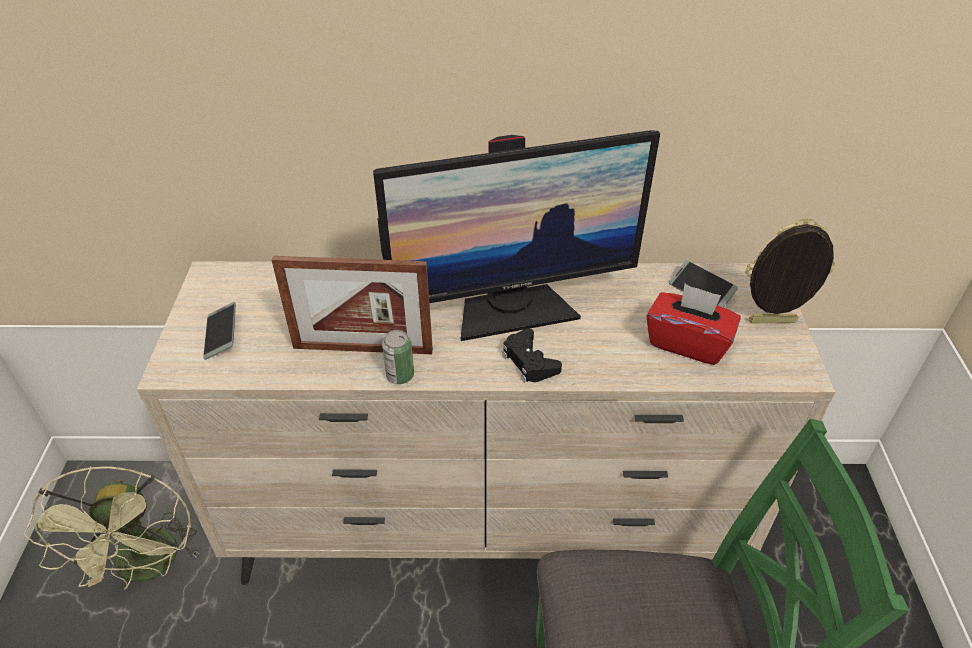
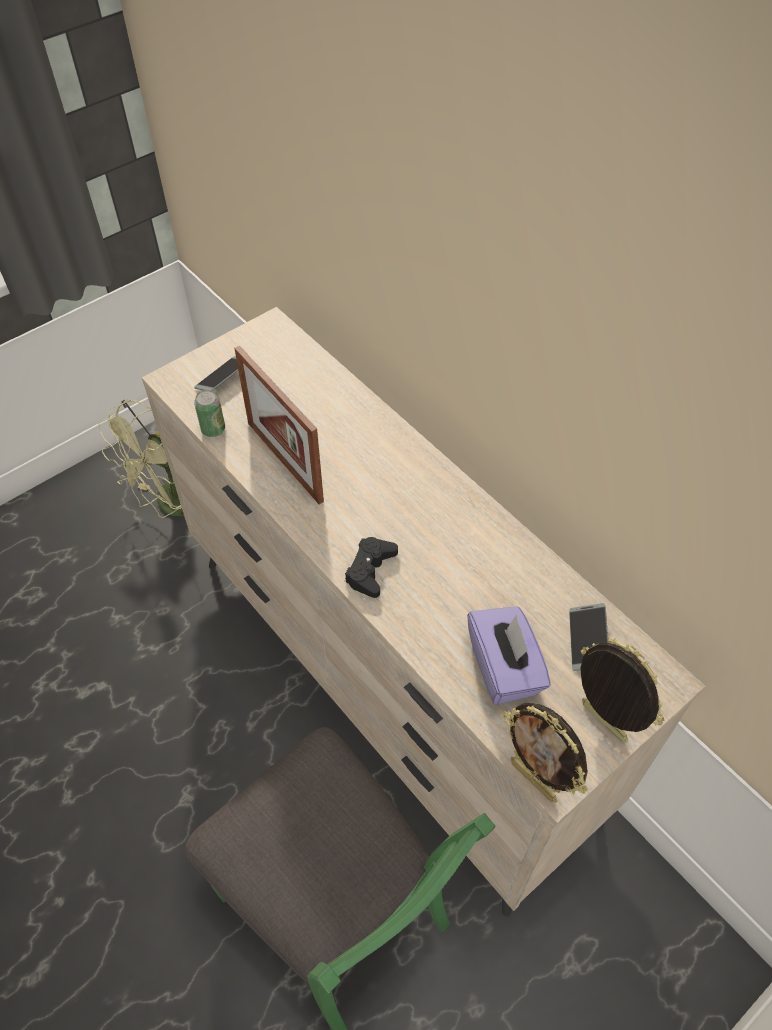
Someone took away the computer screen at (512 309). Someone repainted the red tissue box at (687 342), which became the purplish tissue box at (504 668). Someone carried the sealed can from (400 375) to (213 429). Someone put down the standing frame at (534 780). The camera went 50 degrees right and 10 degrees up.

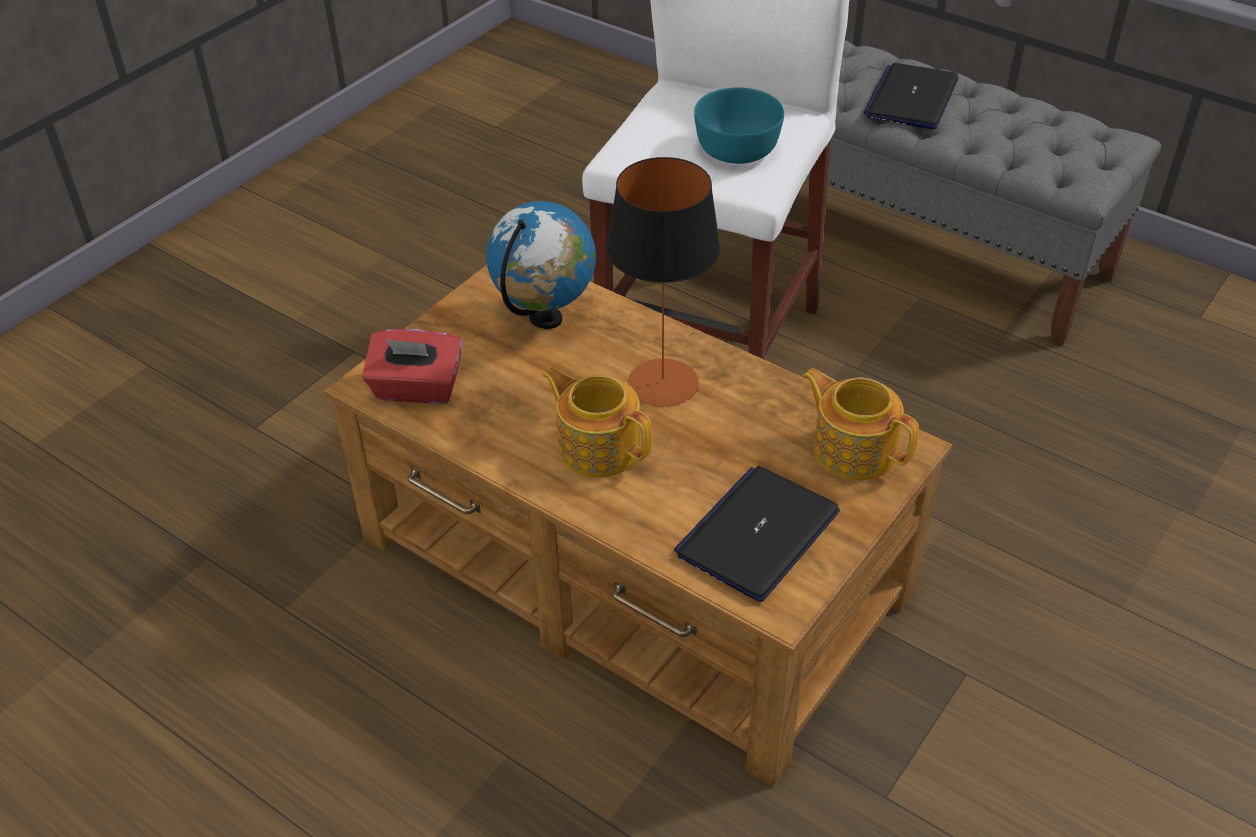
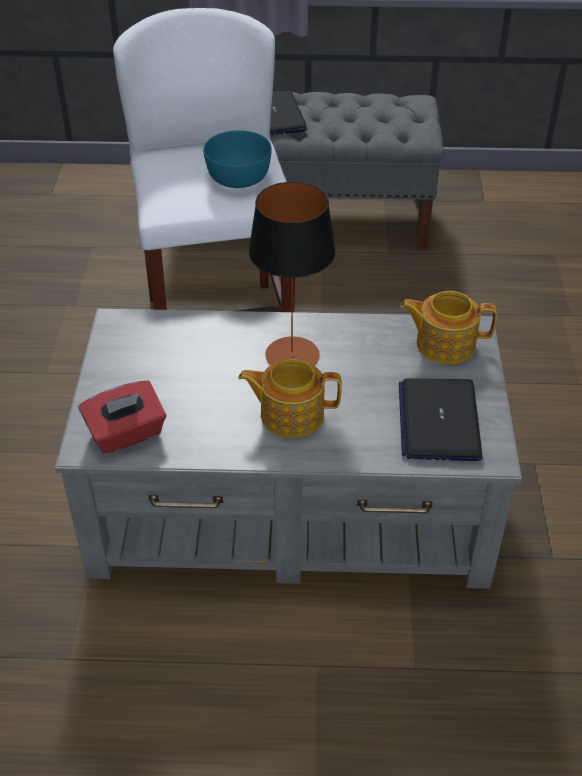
Someone took away the globe at (546 319). Someone repainted the brownish lounge table at (633 568), which became the gray lounge table at (292 501). The camera went 35 degrees left and 0 degrees up.

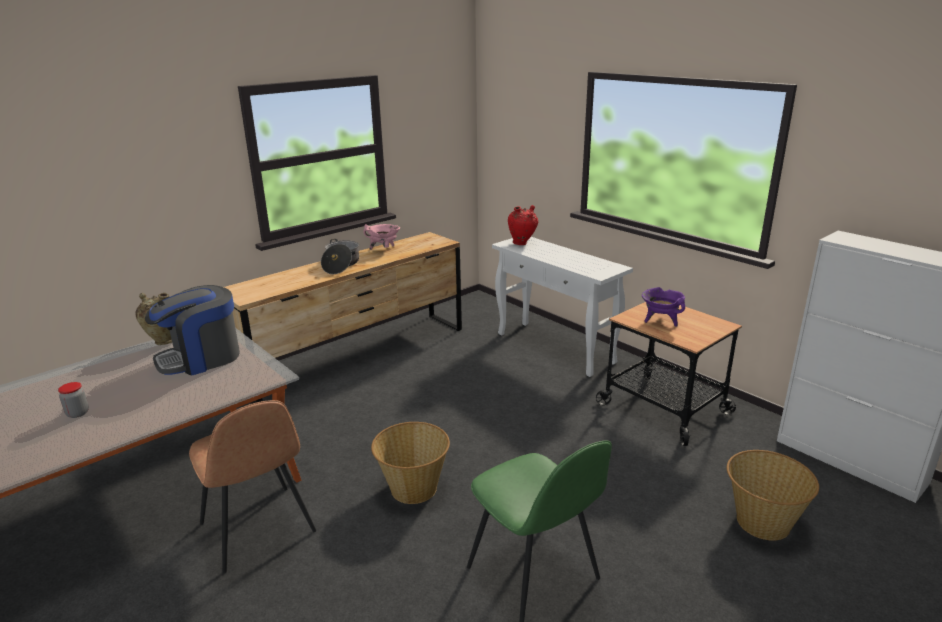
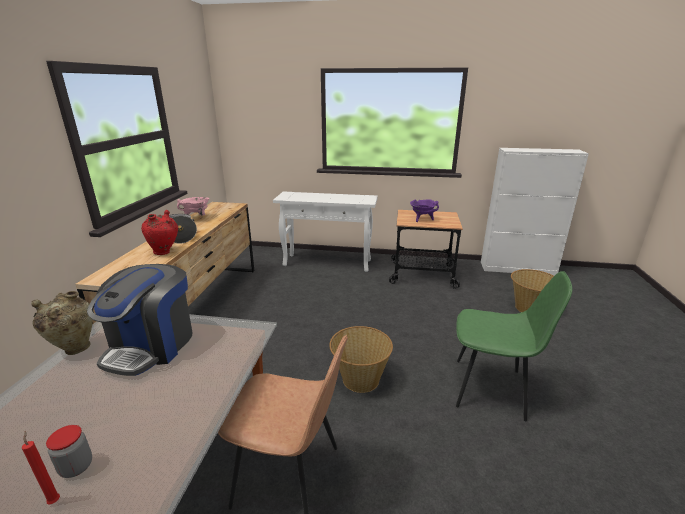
Someone carried the red vase from (522 243) to (164 252). Someone put down the red wax candle at (55 500). The camera went 40 degrees left and 0 degrees up.

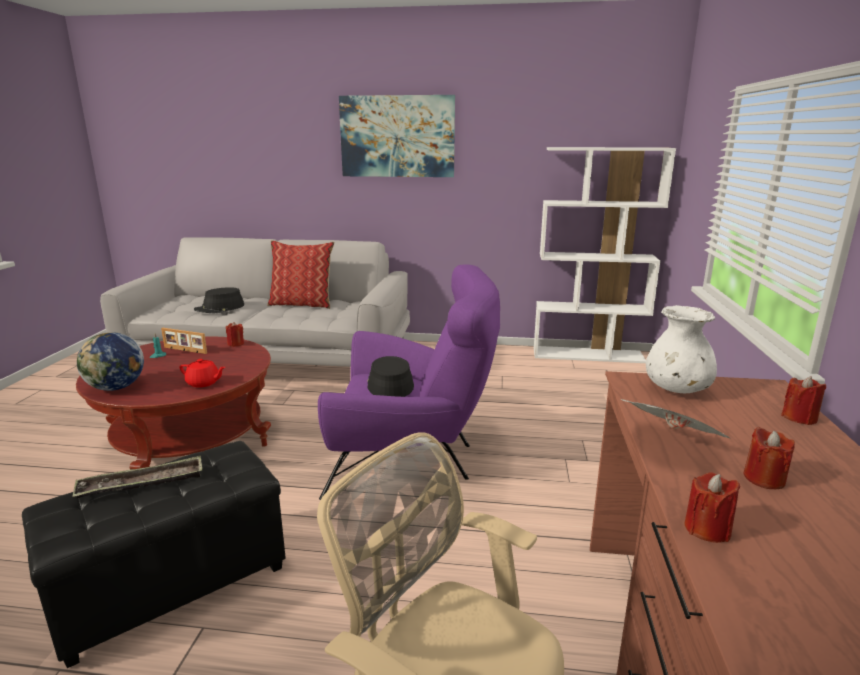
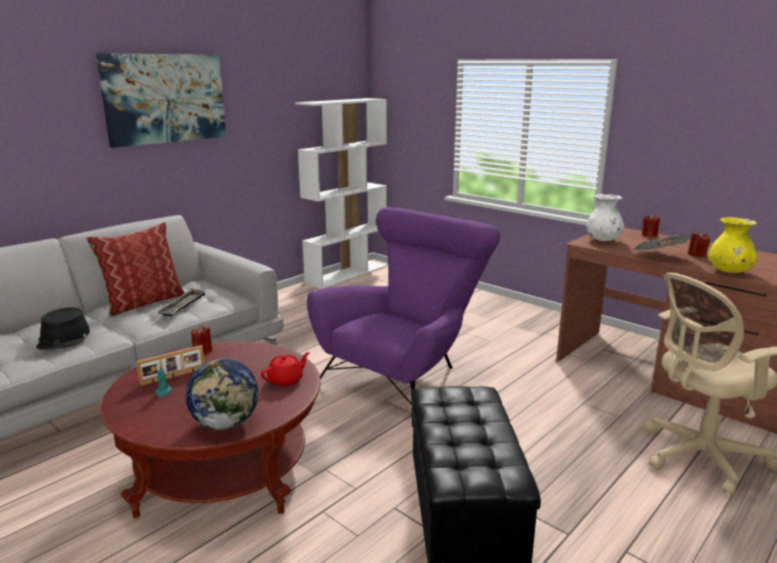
Someone took away the black clothing hat at (389 384). Someone carried the tray from (142 483) to (183 306). Someone swapped the red wax candle at (707 529) for the yellow vase at (729 272). The camera went 55 degrees left and 0 degrees up.

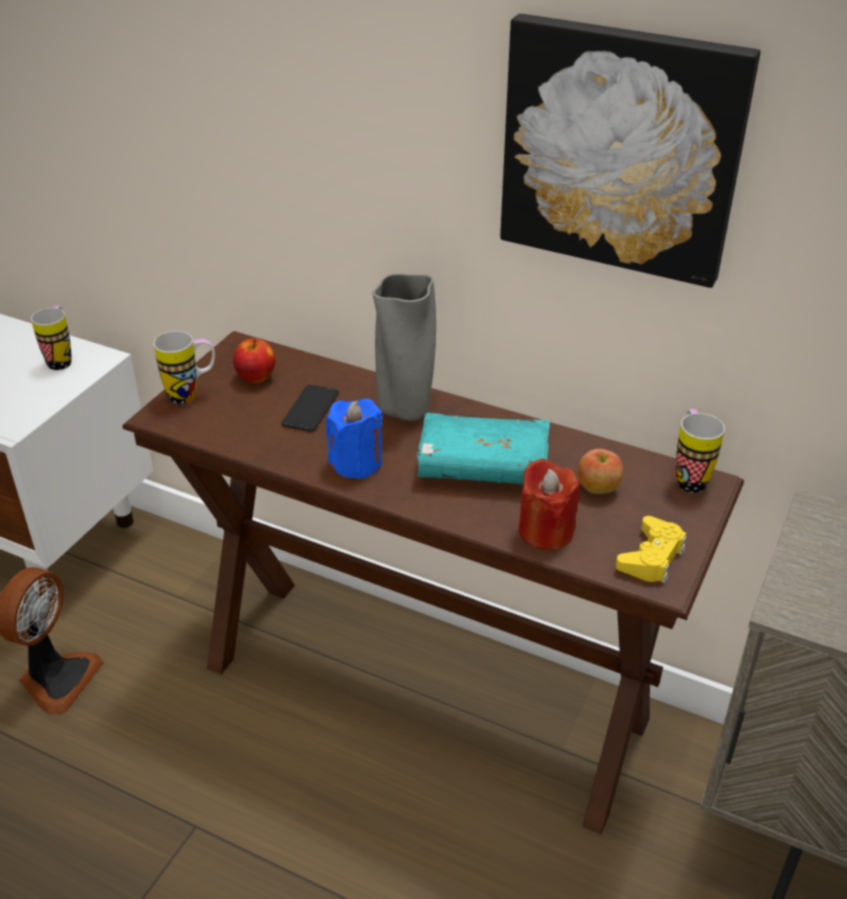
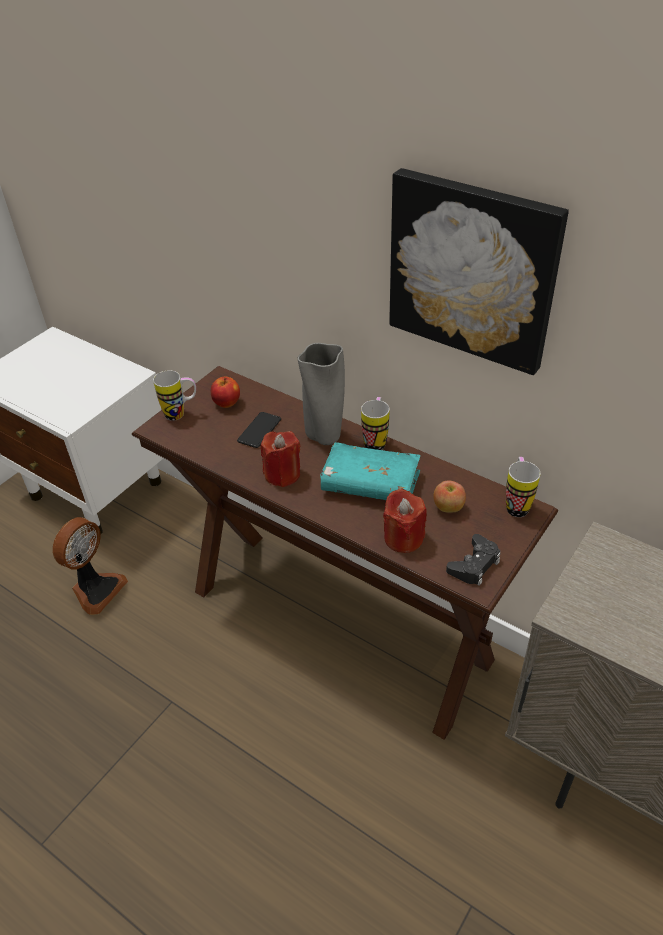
Someone carried the coffee mug from (62 359) to (376 441). Someone repainted the blue-coloured wax candle at (356 463), which became the red wax candle at (282 474). Someone repainted the yellow game controller at (651 557), which became the black game controller at (474 565). The camera went 10 degrees right and 5 degrees up.

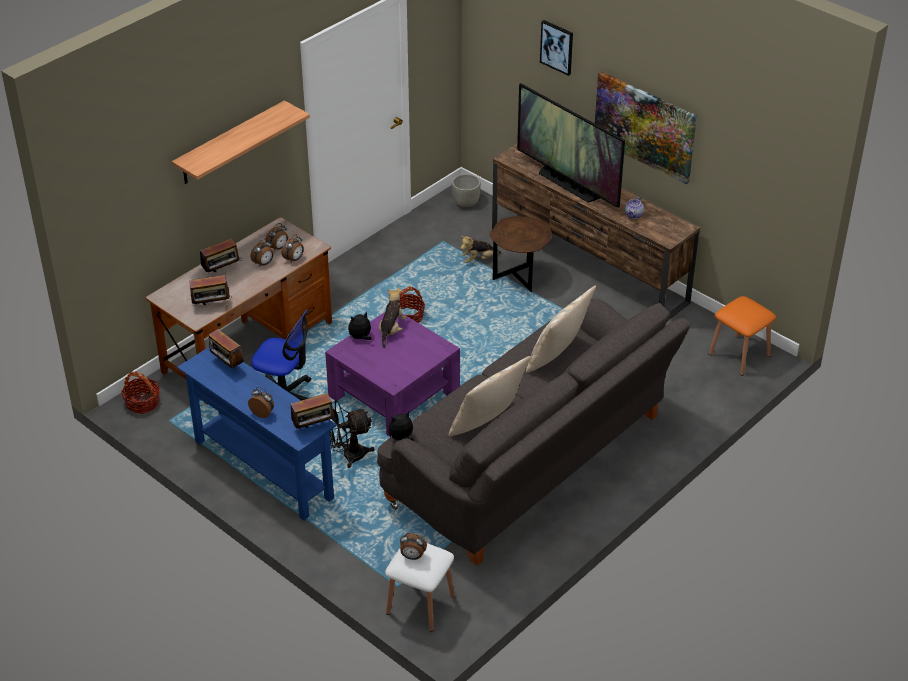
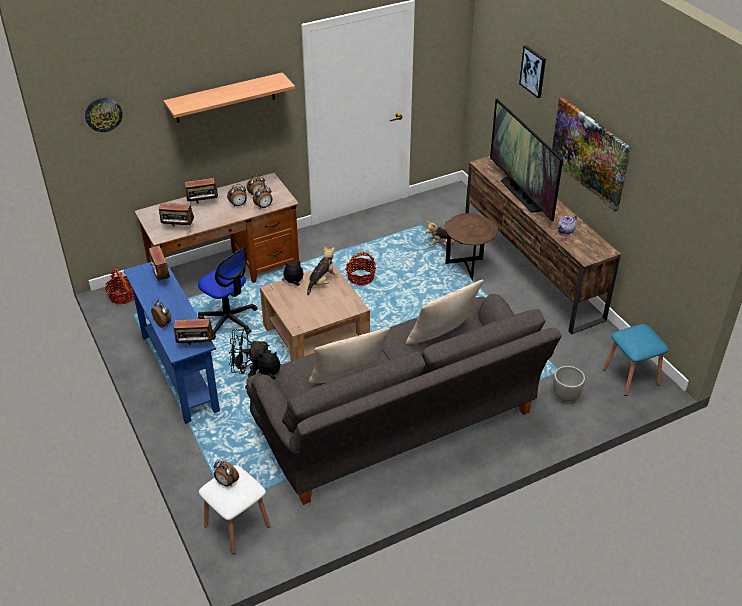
Someone carried the gray plant pot from (466 203) to (566 396). Someone repainted the orange stool at (739 355), which became the blue-coloured stool at (631 376). Someone repainted the purplish lounge table at (394 395), which became the brownish lounge table at (316 337). Someone put up the hanging clock at (103 114). The camera went 20 degrees right and 0 degrees up.

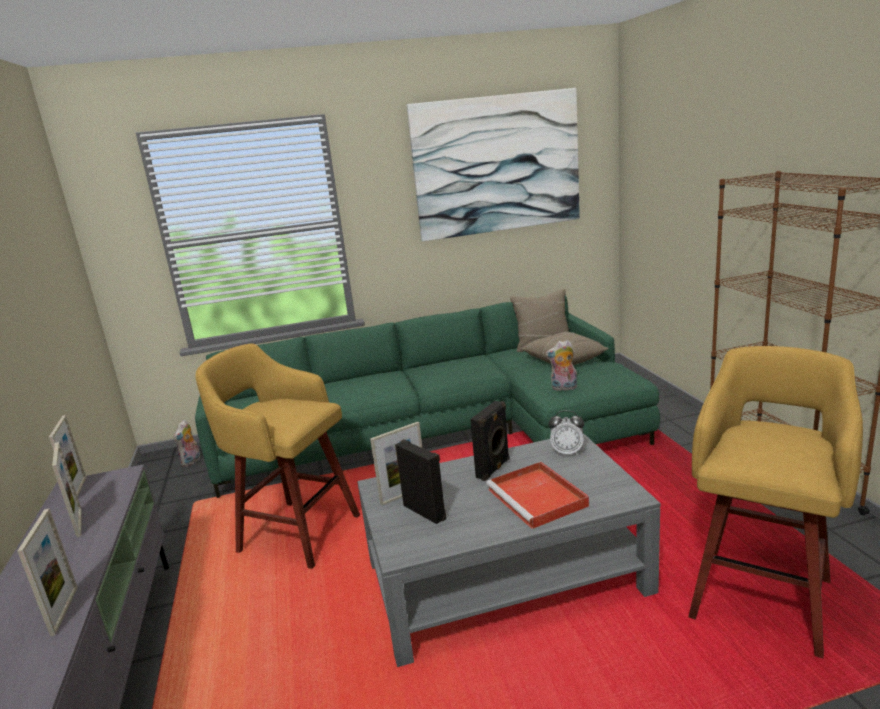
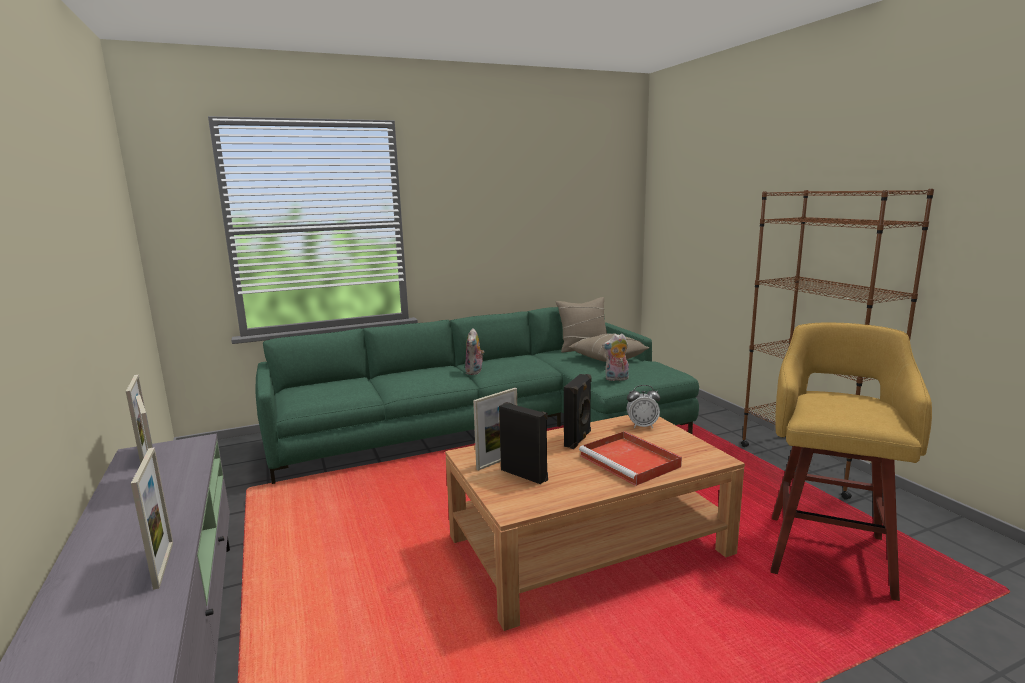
Someone took away the picture at (497 164). Someone took away the yellow stool at (296 533). Someone carried the plush toy from (191 461) to (475 372). Someone repainted the gray lounge table at (505 576), which became the brownish lounge table at (589 545). The camera went 10 degrees left and 5 degrees down.

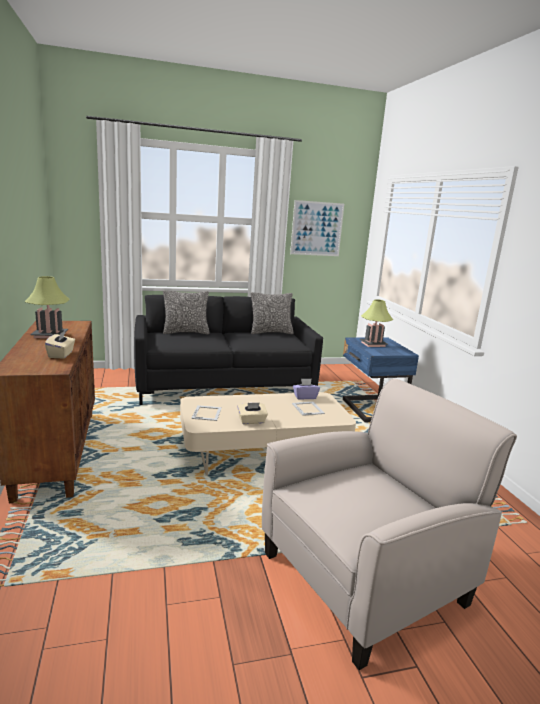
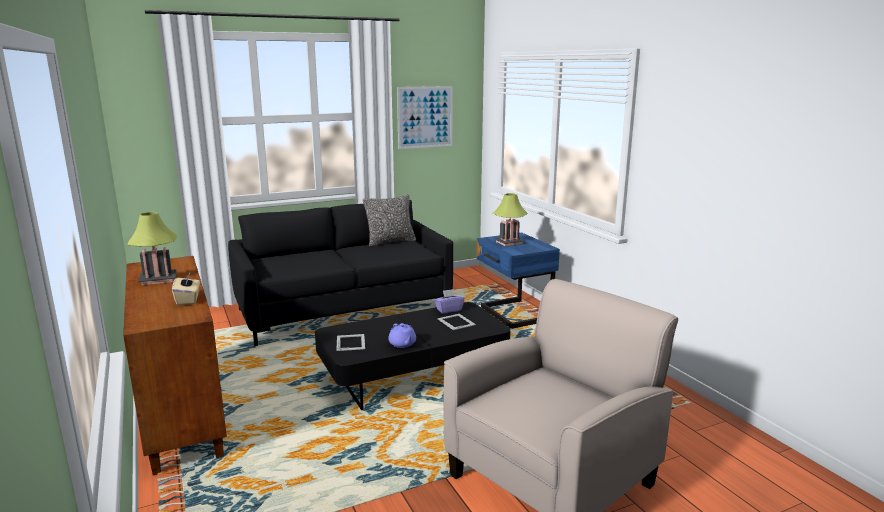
Someone took away the cushion at (186 332). Someone repainted the sand-coloured lounge table at (263 451), which became the black lounge table at (413 376). Someone swapped the sand-coloured tissue box at (252 421) for the purplish tea pot at (402 344). The camera went 10 degrees left and 0 degrees up.

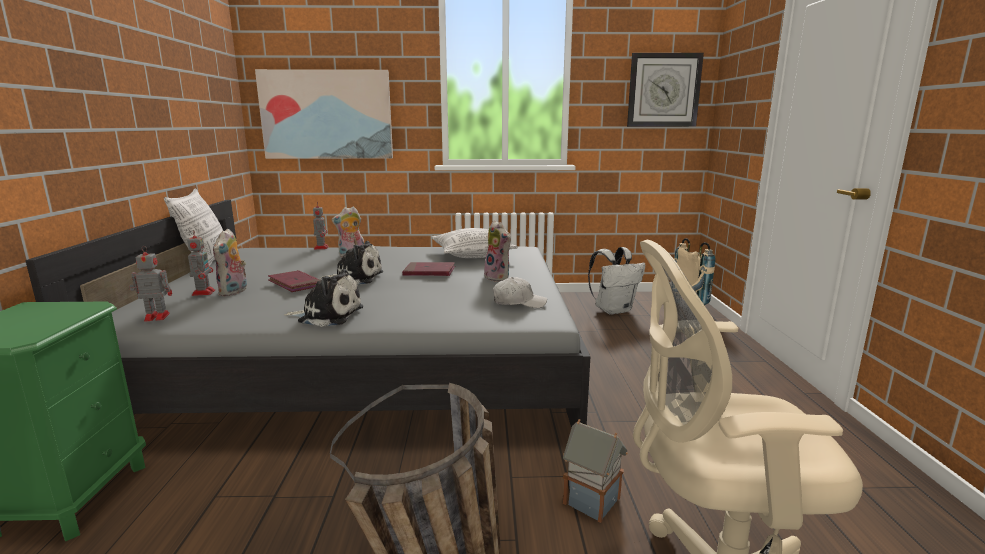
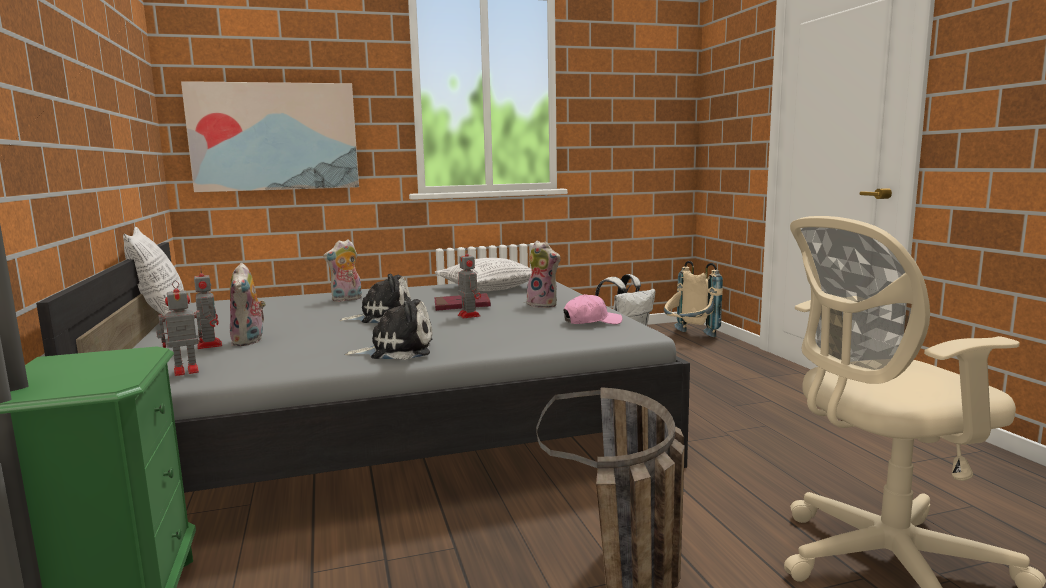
Someone took away the hanging clock at (663 90). Someone carried the robot figure from (321 247) to (468 315). Someone took away the red book at (296 284). Someone repainted the white-coloured cap at (518 302), which became the pinkish cap at (592 322). Someone took away the miniature house at (593 501). The camera went 15 degrees left and 5 degrees down.

